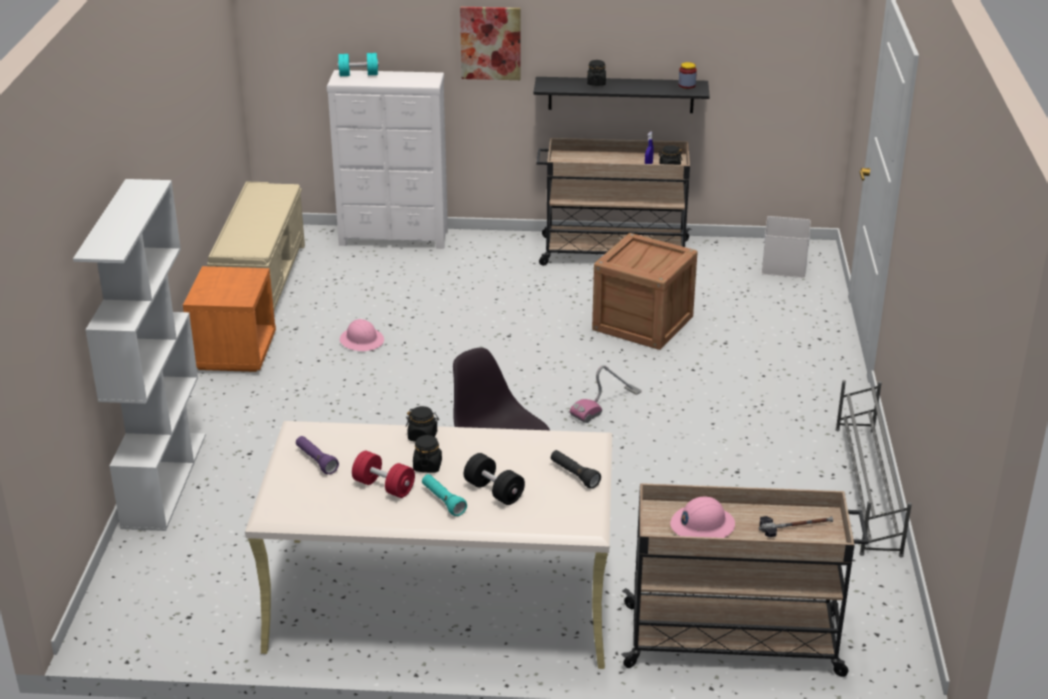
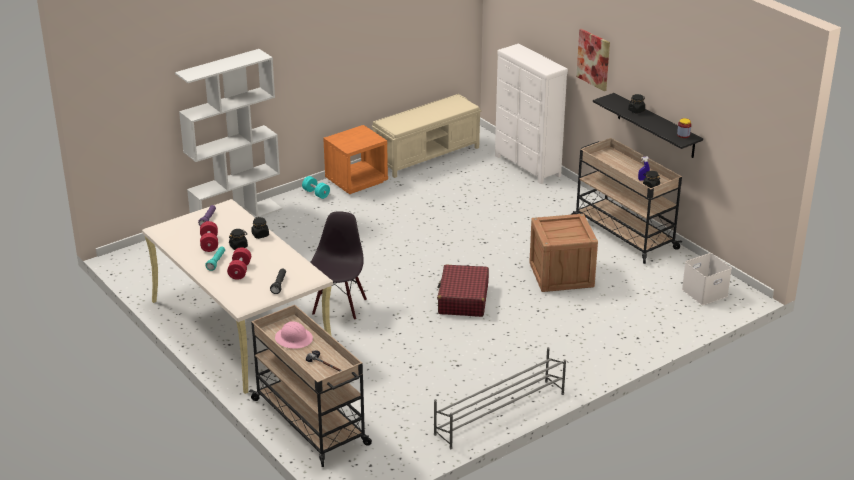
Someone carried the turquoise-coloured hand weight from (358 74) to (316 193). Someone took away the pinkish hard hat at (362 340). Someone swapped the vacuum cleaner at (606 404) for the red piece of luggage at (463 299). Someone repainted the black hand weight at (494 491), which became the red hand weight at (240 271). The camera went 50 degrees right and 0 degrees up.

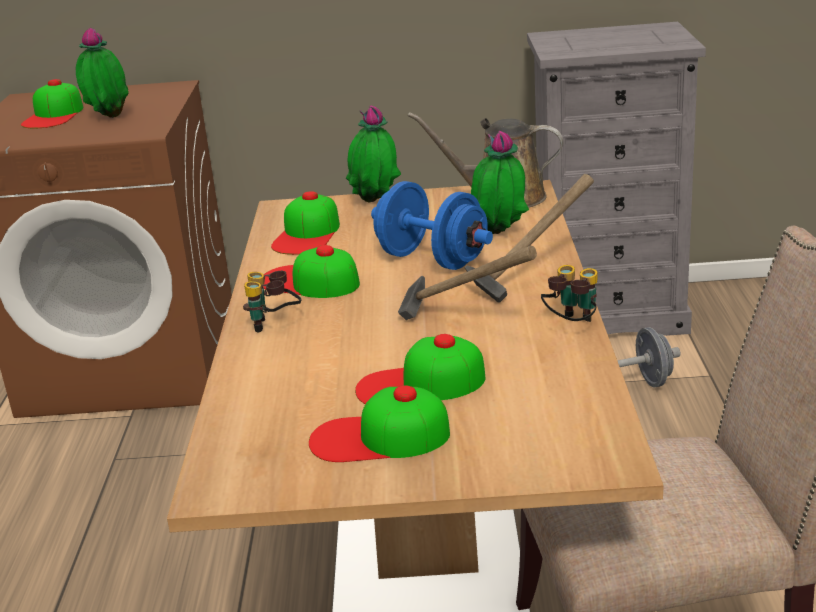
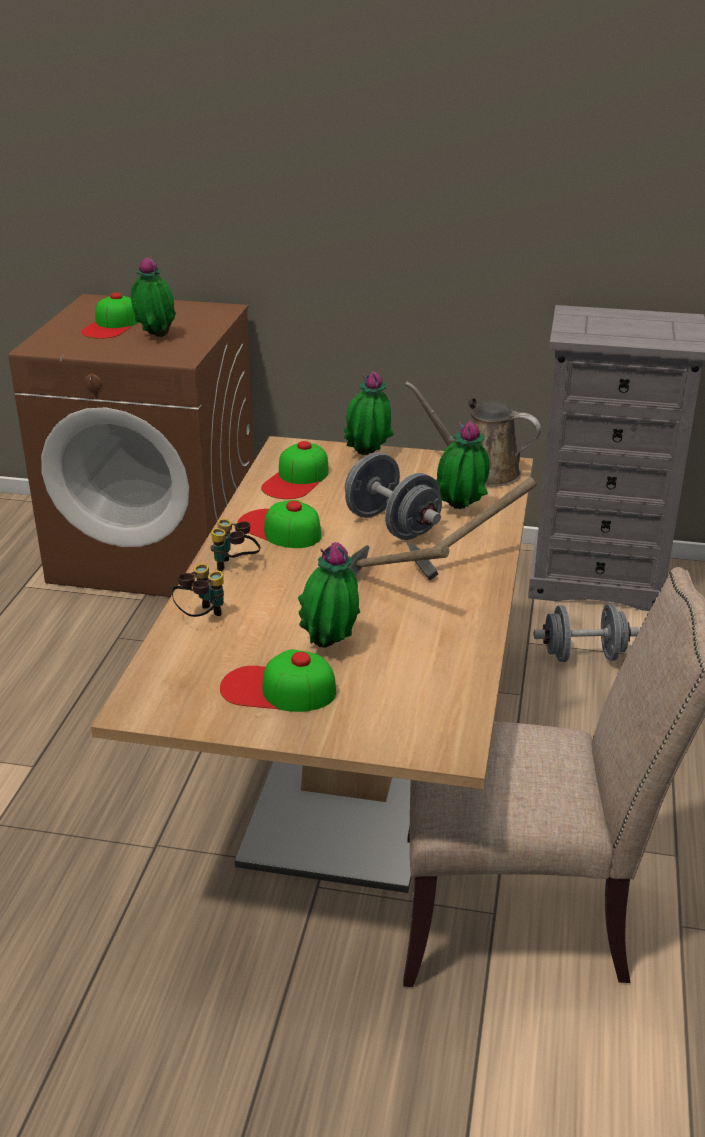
Someone repainted the blue-coloured hand weight at (432 259), which became the gray hand weight at (392 525). Someone carried the field glasses from (572 325) to (201 617). Someone swapped the cap at (420 384) for the plant in a pot at (330 647). The camera went 10 degrees right and 5 degrees up.

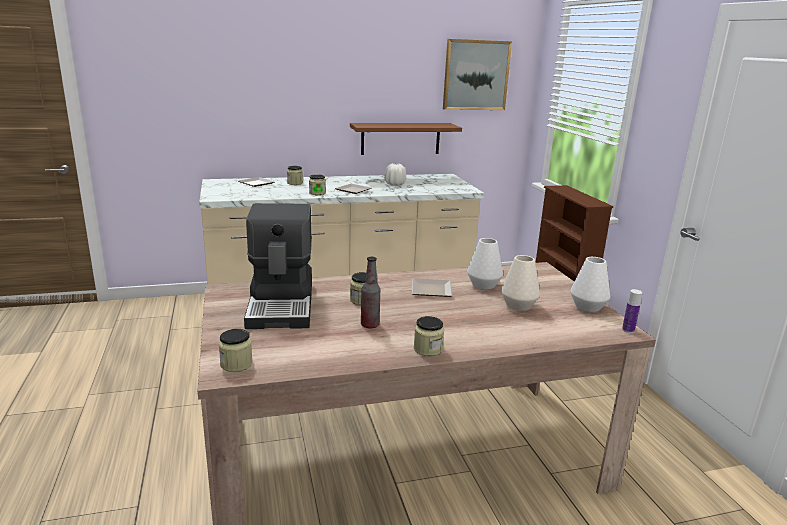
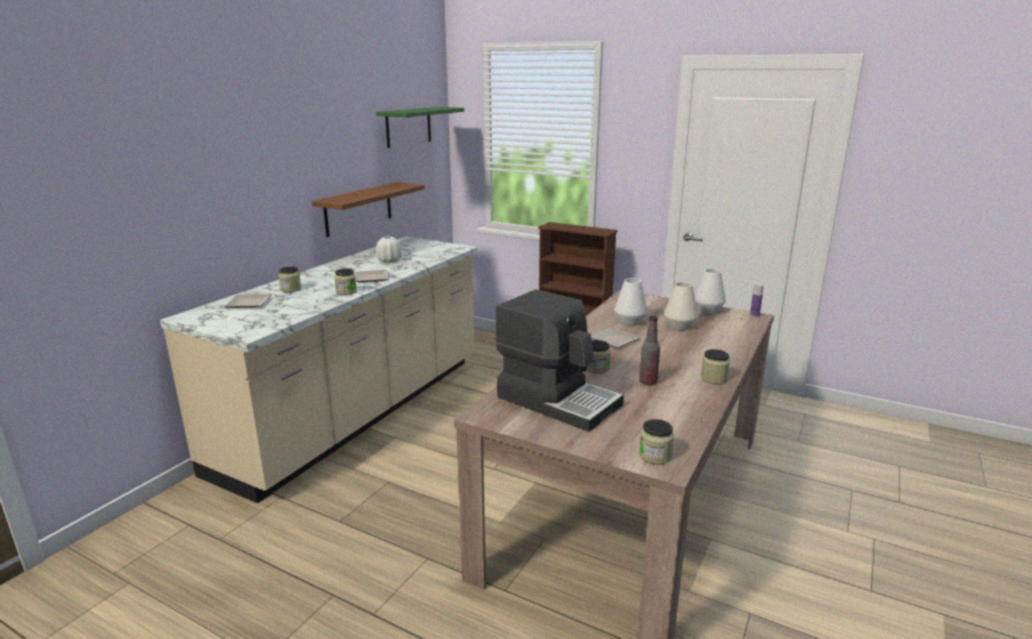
Someone swapped the picture at (476 75) for the green-coloured shelf at (408 127). The camera went 45 degrees left and 0 degrees up.

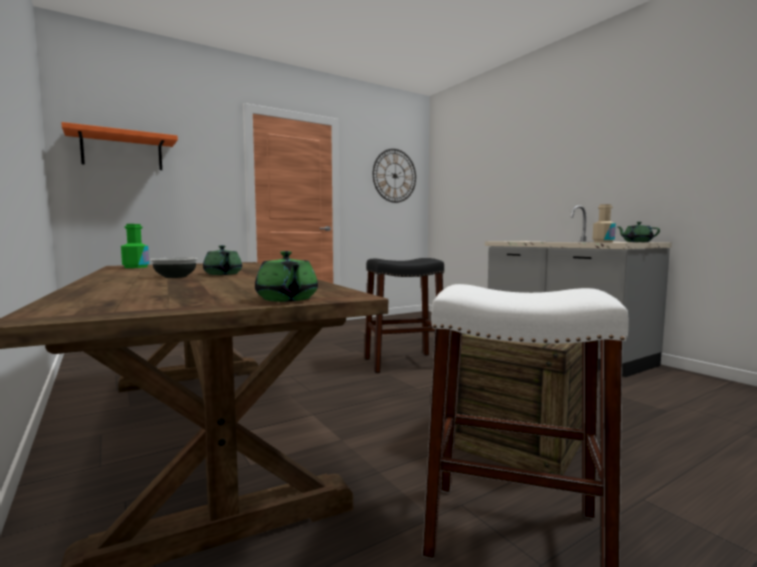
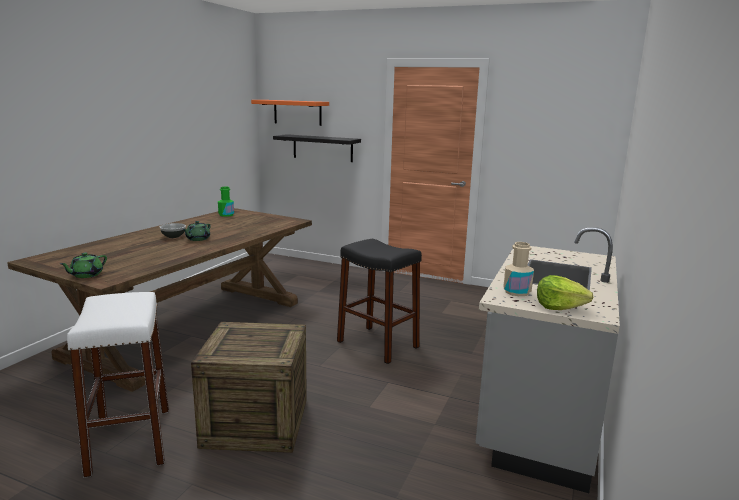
Someone took away the hanging clock at (394 176). Someone swapped the green-coloured tea pot at (637 242) for the lettuce at (559 307). Someone put up the black shelf at (322 148). The camera went 55 degrees right and 10 degrees up.

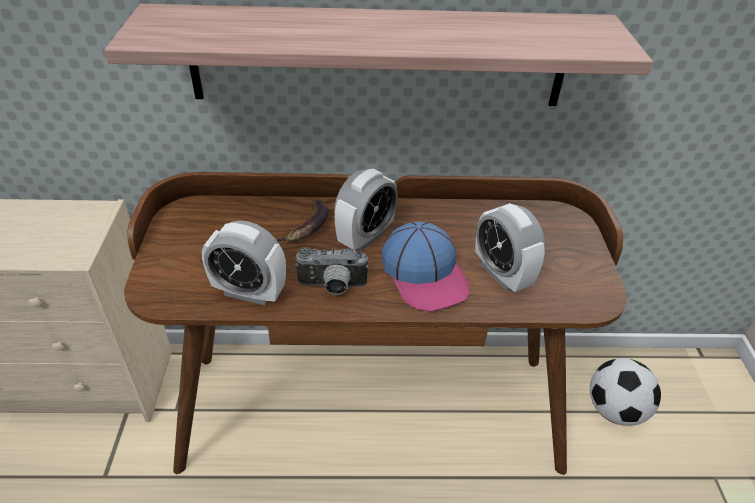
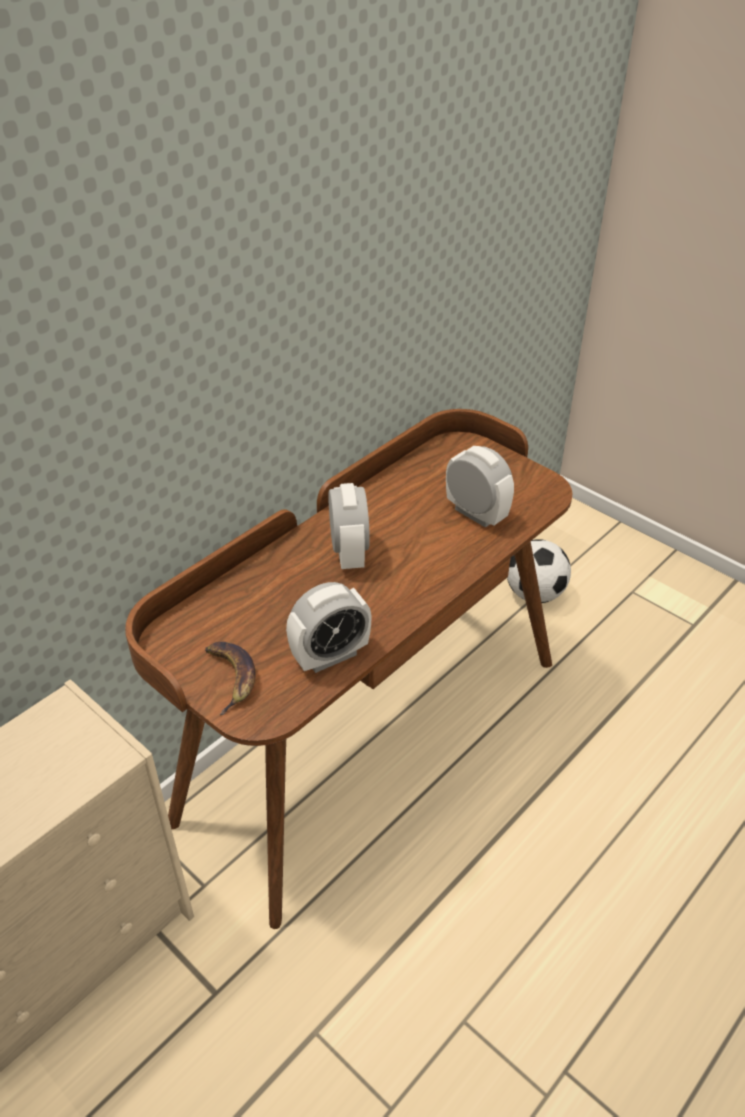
Someone took away the shelf at (378 57). Someone carried the whole banana from (307 227) to (232 677). Someone rotated the table clock at (502 274) by 150 degrees counterclockwise. Someone took away the cap at (425 274). Someone took away the still camera at (332 287). The camera went 45 degrees left and 0 degrees up.

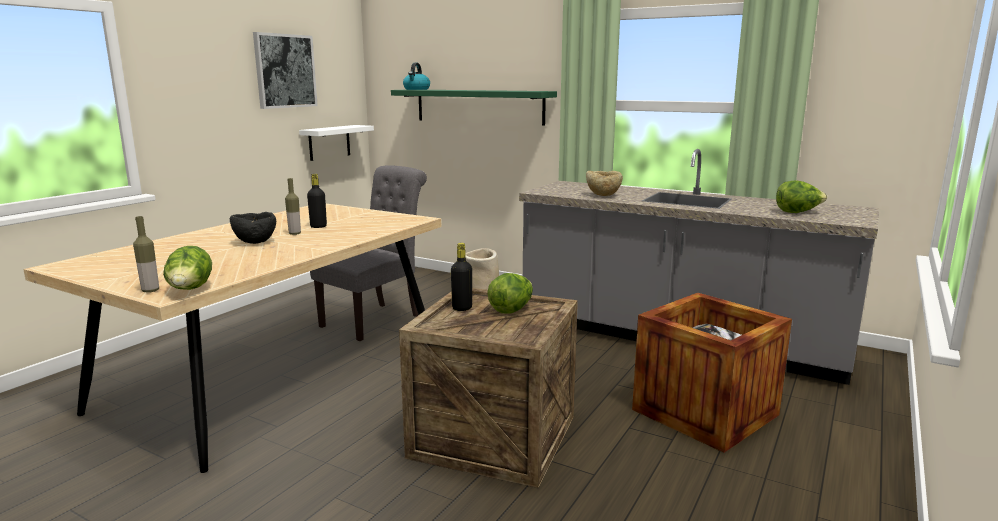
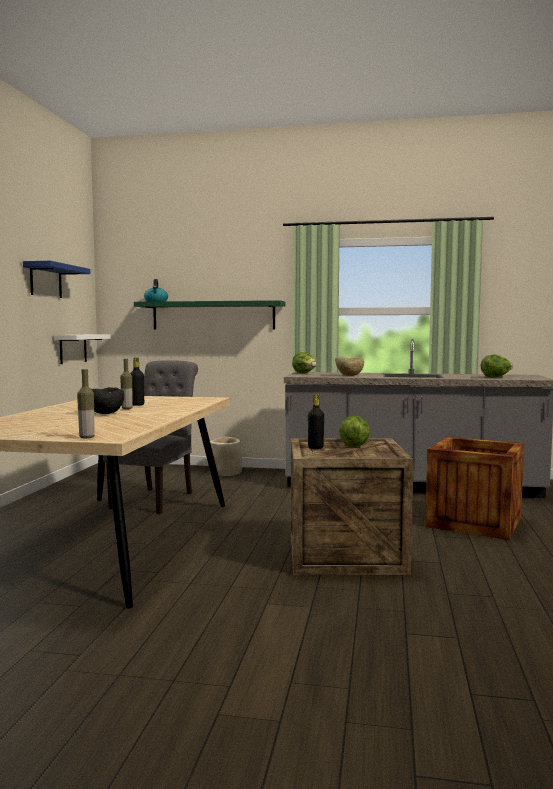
Someone swapped the picture at (285 71) for the blue-coloured shelf at (46 281). Someone carried the lettuce from (190 290) to (304 373). The camera went 20 degrees left and 10 degrees down.

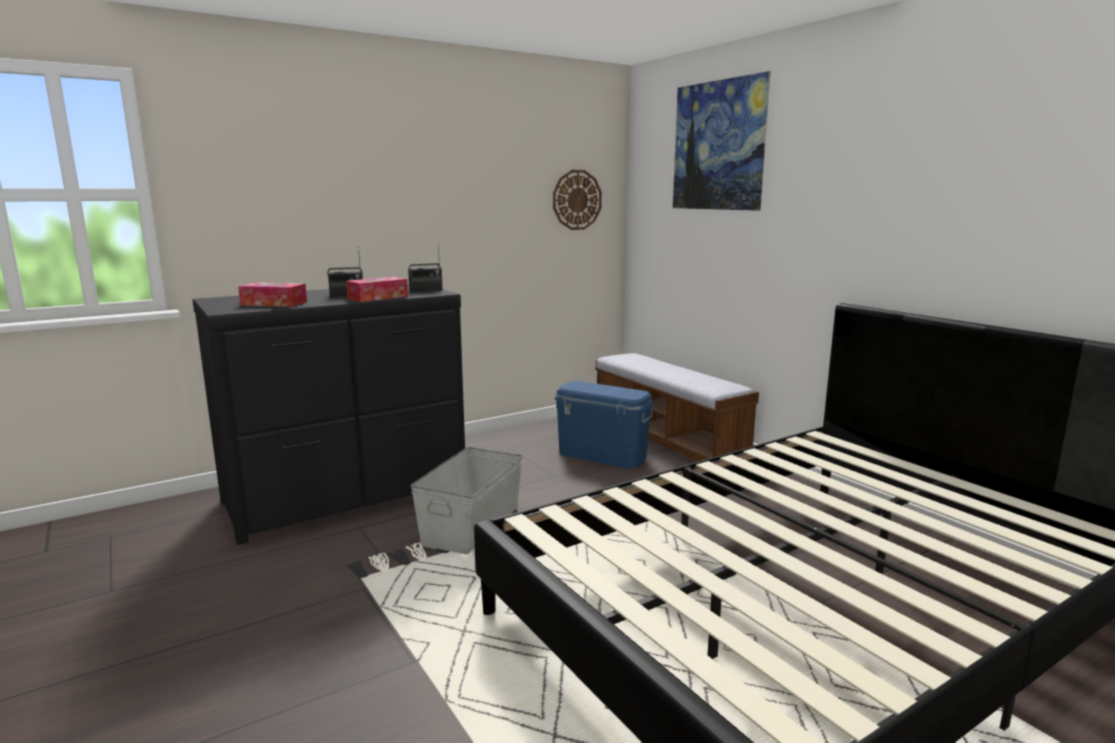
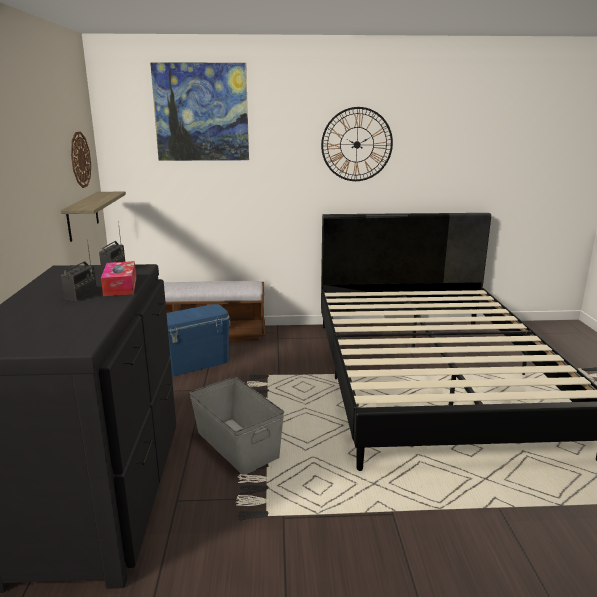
Someone took away the tissue box at (274 303). Someone put up the hanging clock at (357 144). Someone put up the shelf at (82 216). The camera went 60 degrees left and 5 degrees up.

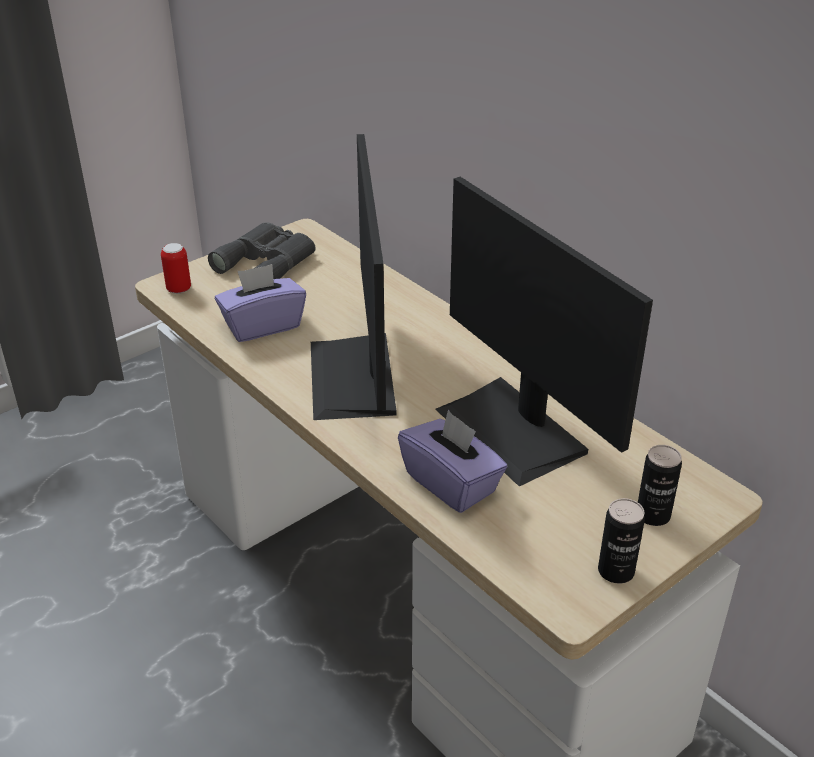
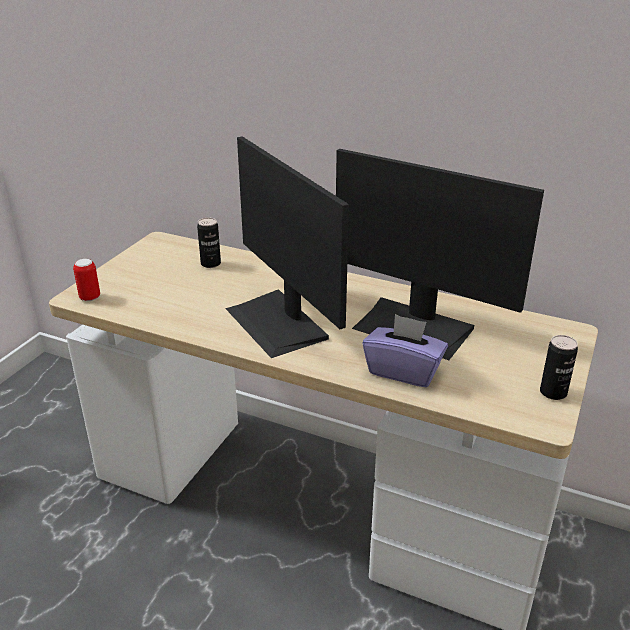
Someone took away the gray field glasses at (268 261). Someone took away the purplish tissue box at (262 325). Someone carried the sealed can from (653 515) to (210 264). The camera went 25 degrees left and 5 degrees down.

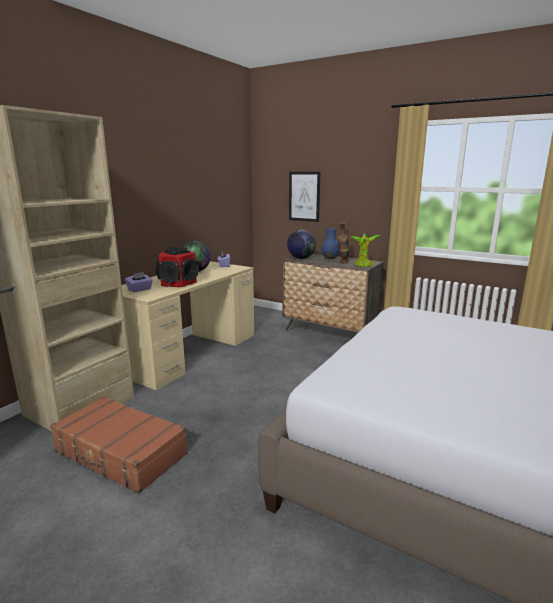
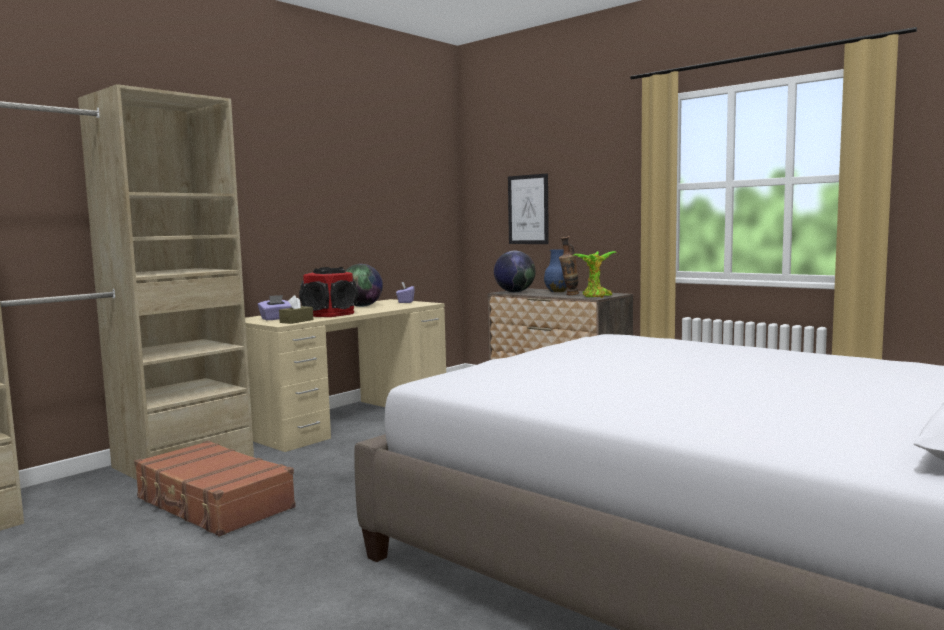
Someone put down the brownish tissue box at (296 321). The camera went 10 degrees right and 10 degrees down.

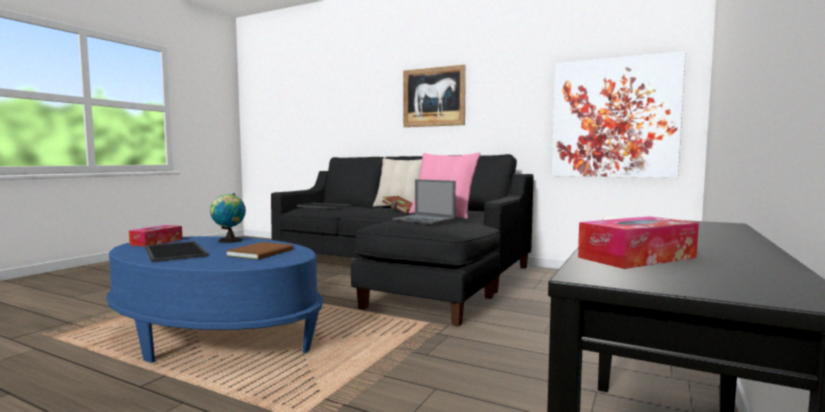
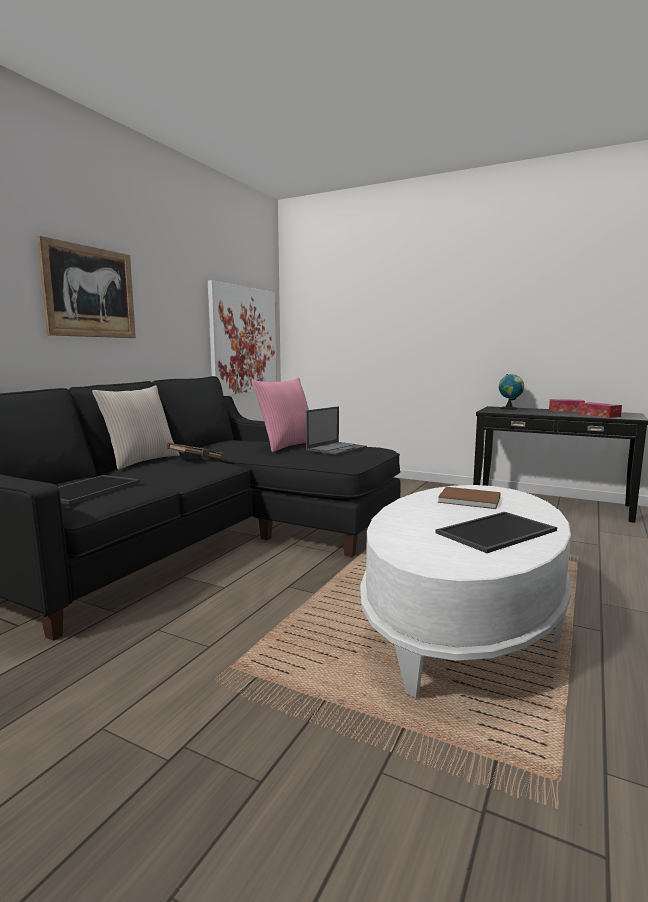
Someone carried the globe from (229 241) to (510 408). Someone carried the tissue box from (156 242) to (565 410). Someone repainted the blue-coloured lounge table at (215 335), which became the white-coloured lounge table at (463 621). The camera went 90 degrees left and 5 degrees up.

